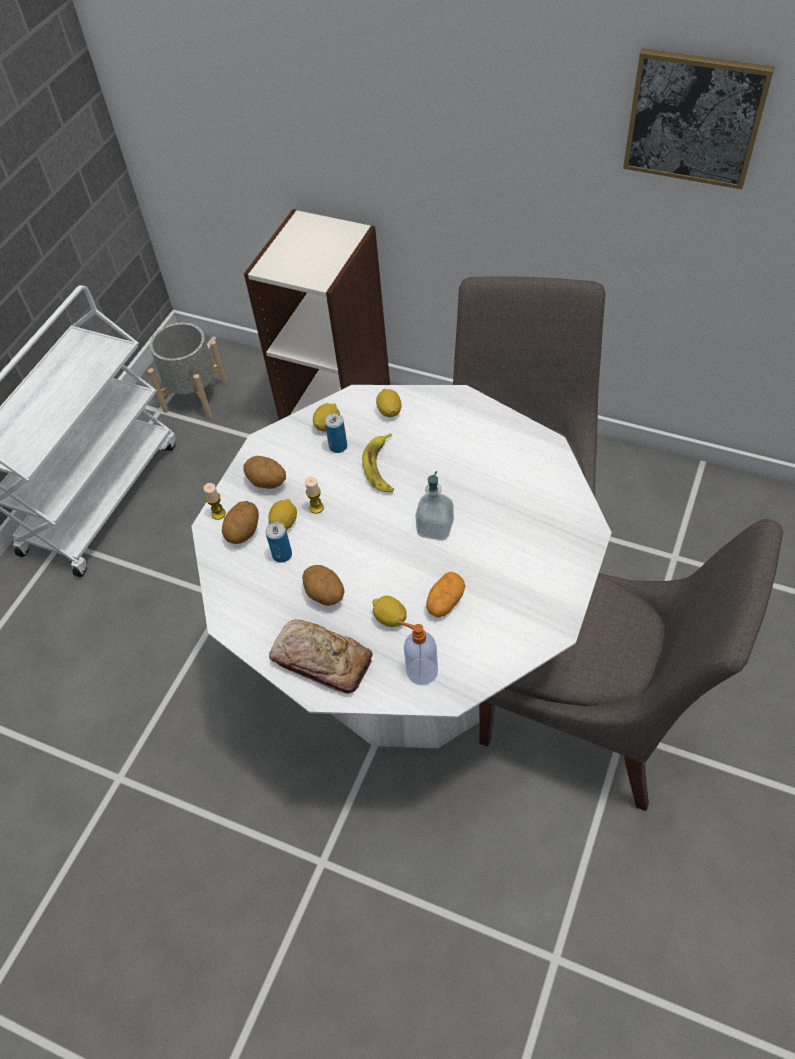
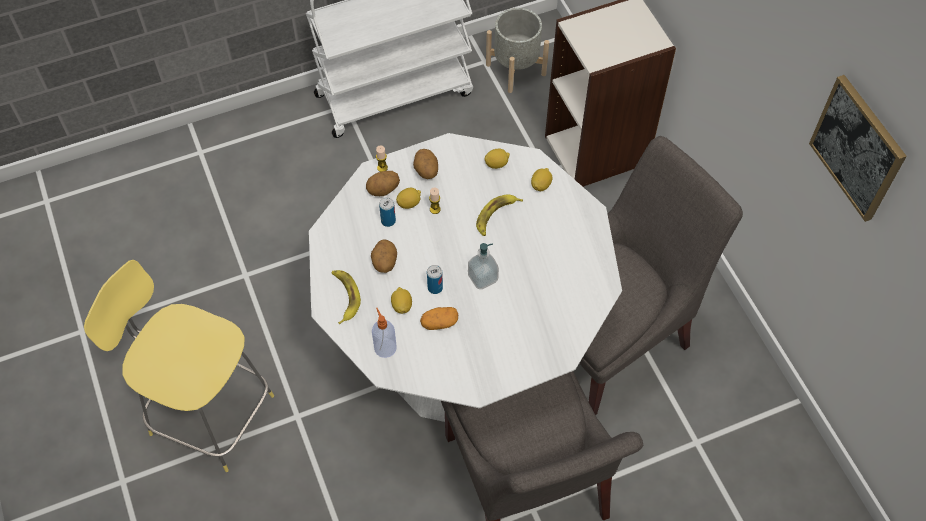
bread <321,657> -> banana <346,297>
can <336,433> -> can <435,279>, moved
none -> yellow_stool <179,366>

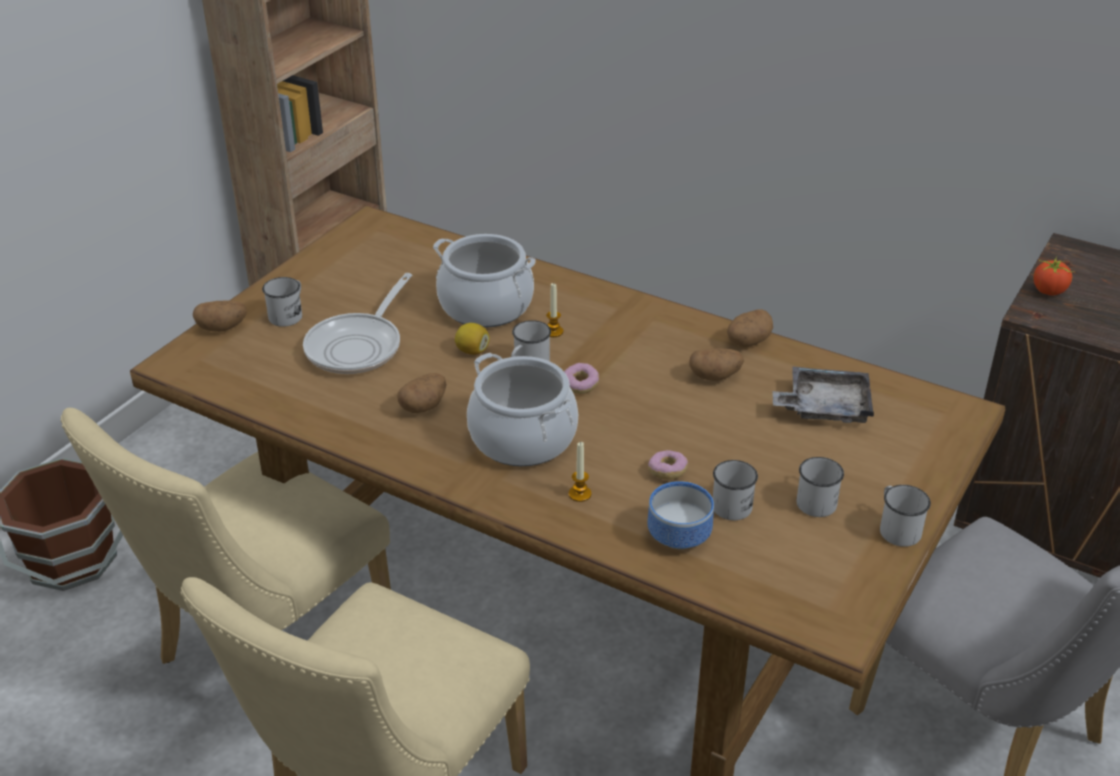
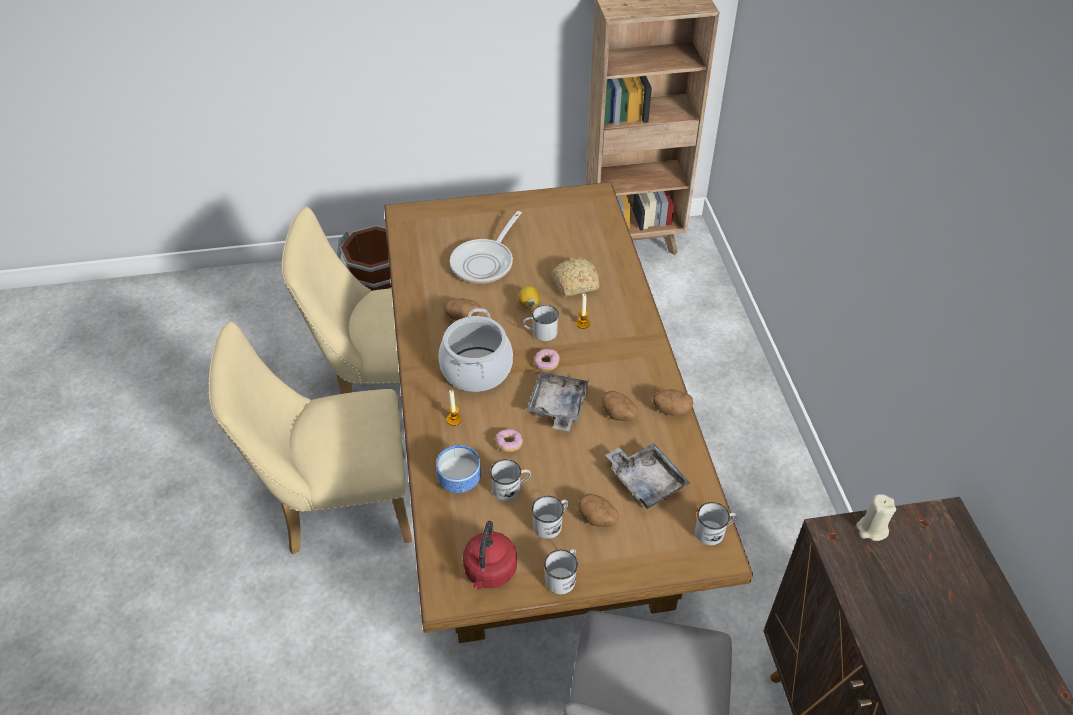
potato <220,316> -> potato <598,510>, moved
white_mug <282,302> -> white_mug <716,523>, moved
frying_pan <357,323> -> frying_pan <486,247>, 45 degrees counterclockwise
cooking_pot <484,281> -> bread <576,277>
tomato <1054,275> -> beige_candle <876,517>
none -> red_kettle <490,555>
none -> grey_tray <558,402>

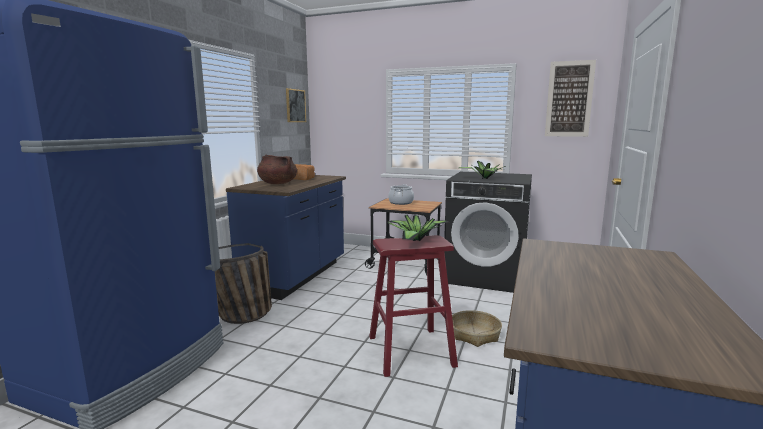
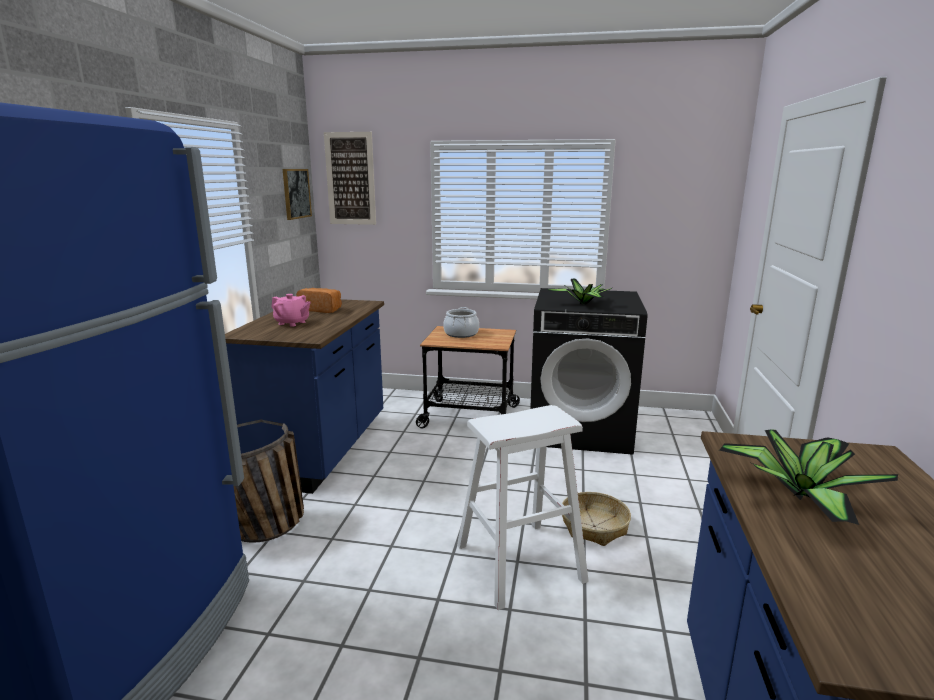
brown_cooking_pot <277,169> -> pink_teapot <291,310>
red_stool <413,306> -> white_stool <523,507>
potted_plant <418,228> -> potted_plant <809,477>, moved
picture <570,98> -> picture <350,178>, moved

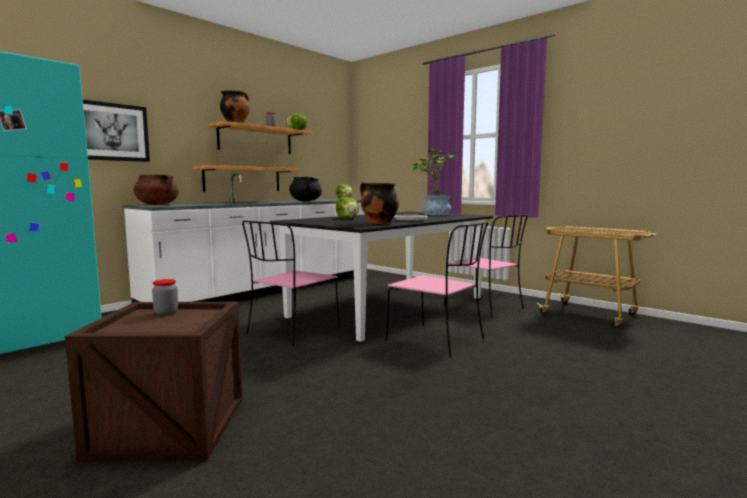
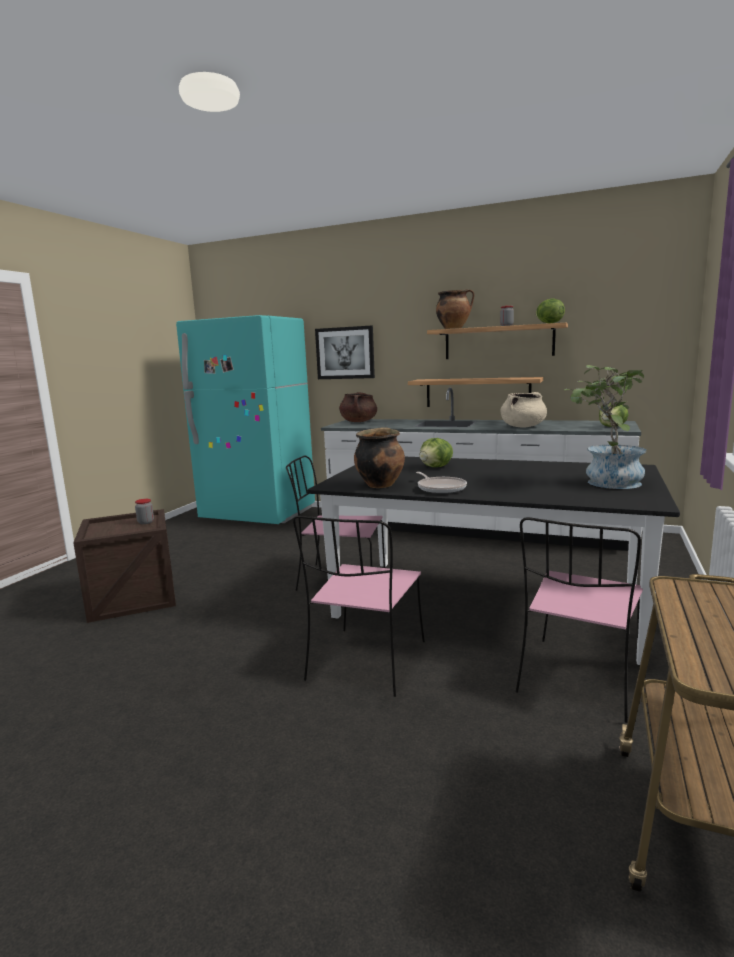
black_cooking_pot <305,189> -> beige_cooking_pot <523,409>

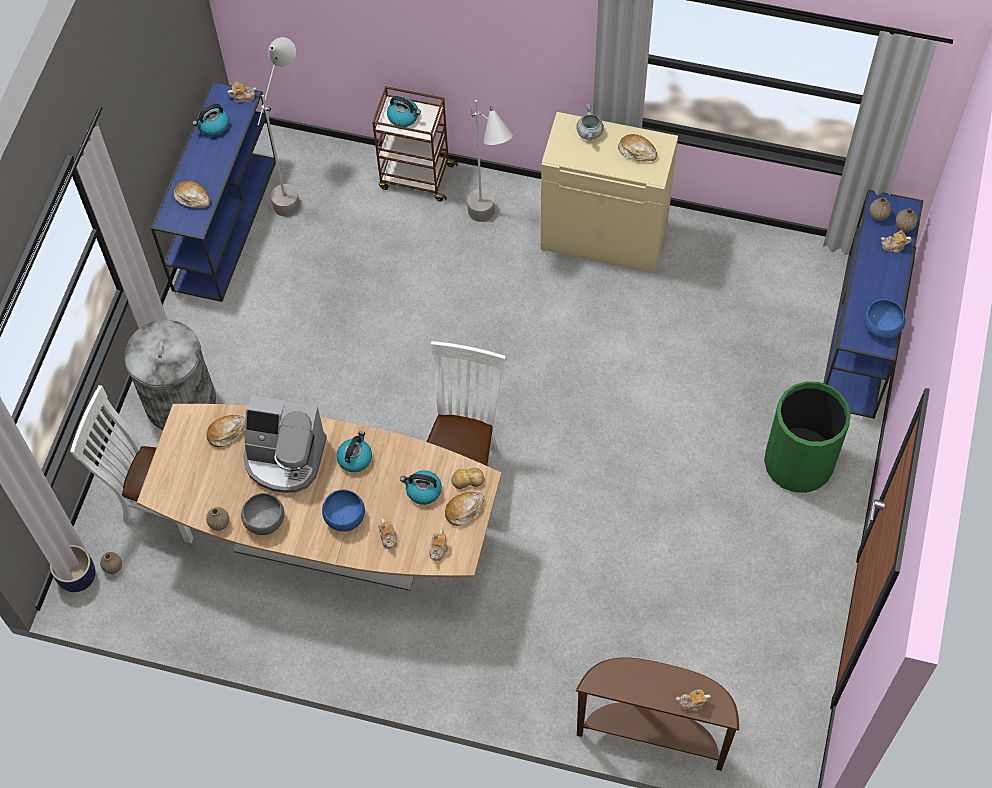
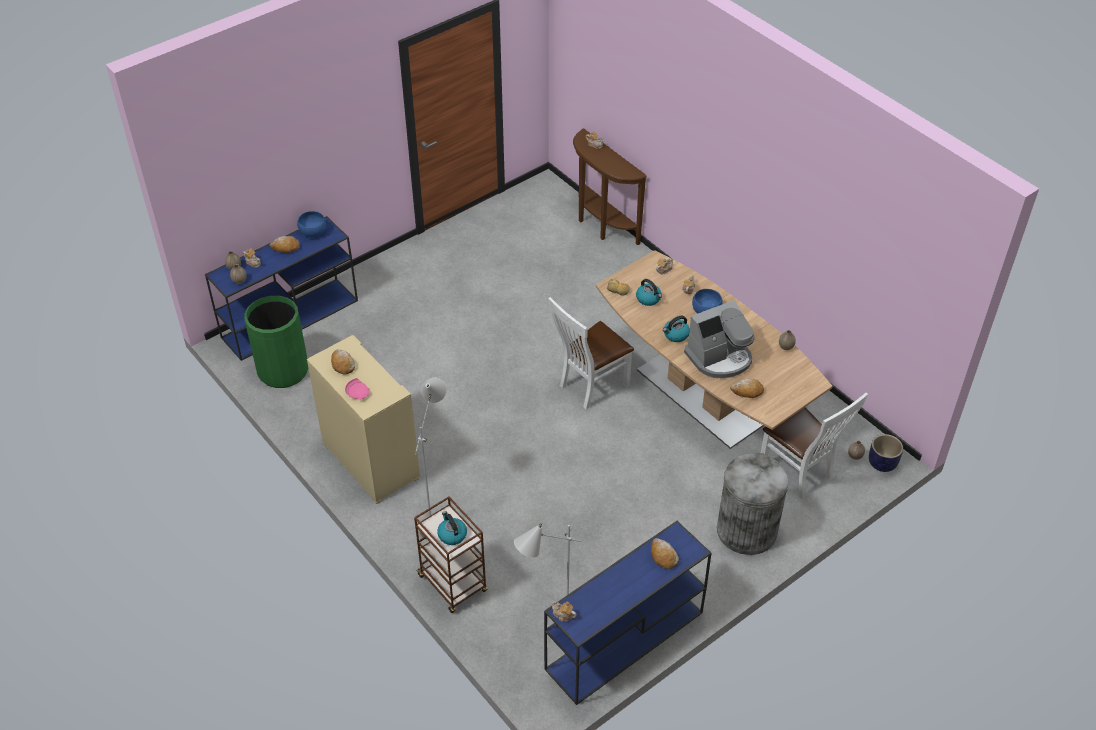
kettle <210,120> -> none
grey_bowl <263,514> -> none
coffee_machine <285,444> -> coffee_machine <719,339>, 105 degrees clockwise
bread <464,509> -> bread <285,244>, moved
grey_cooking_pot <590,122> -> pink_plate <357,389>
green_trash_can <807,437> -> green_trash_can <276,342>, moved

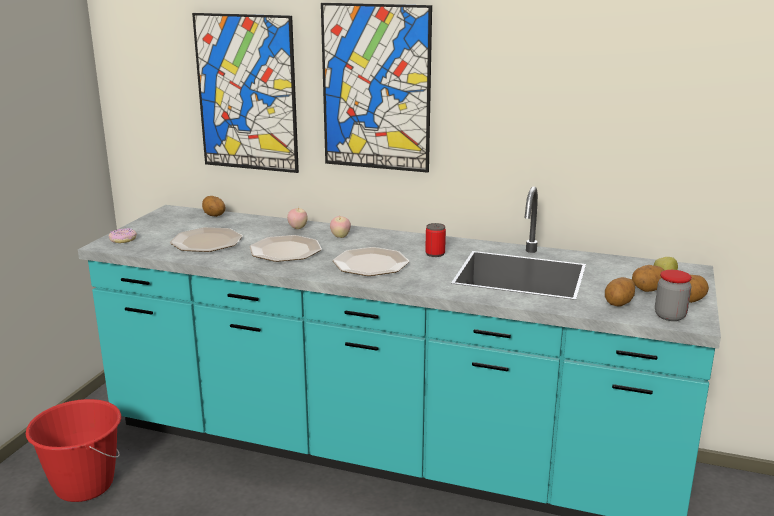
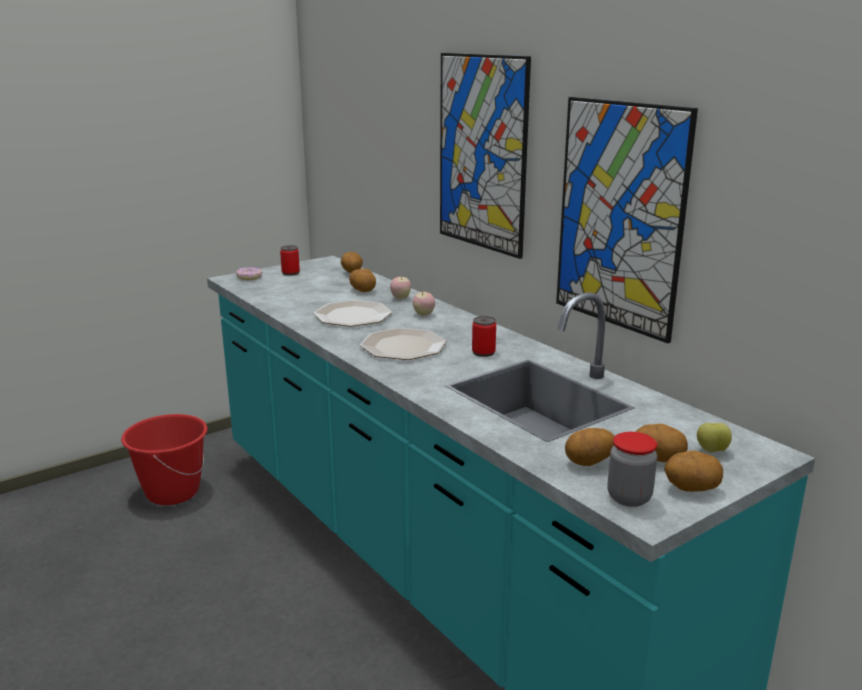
plate <206,239> -> none
picture <245,93> -> picture <627,220>, moved
none -> can <290,260>
none -> potato <362,280>

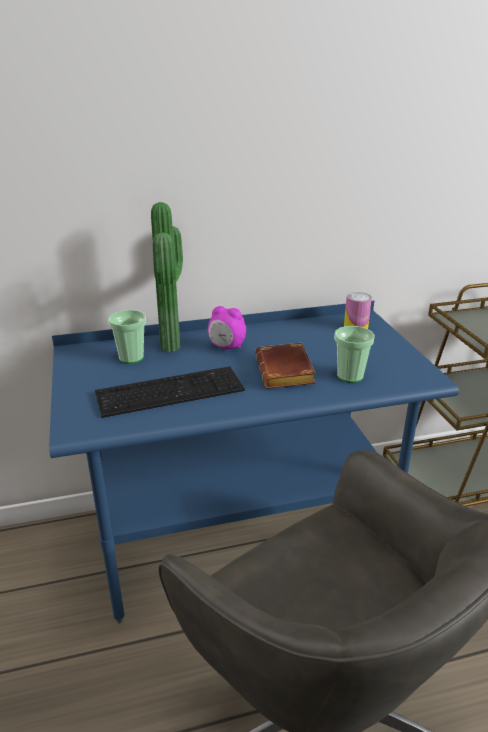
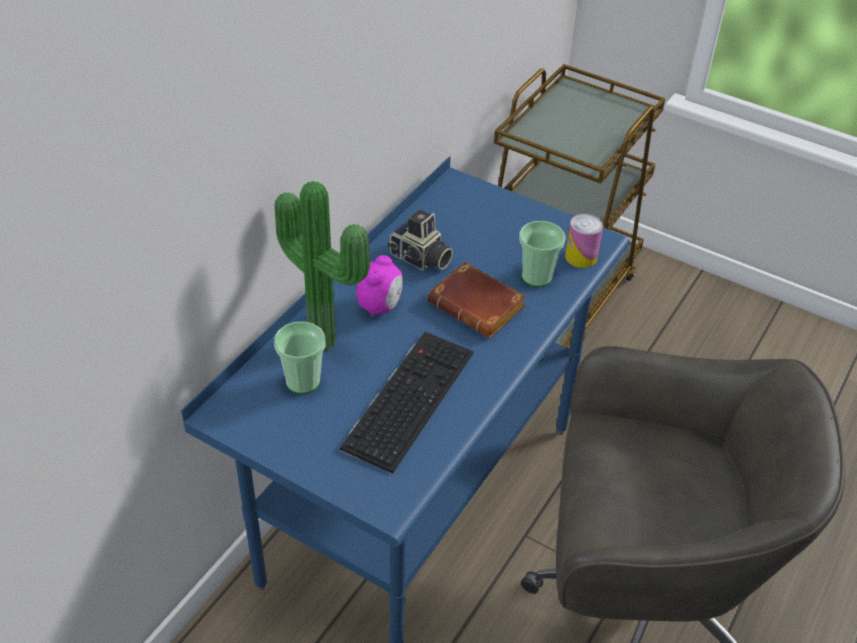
alarm_clock <227,328> -> alarm_clock <379,286>, 45 degrees counterclockwise
can <358,310> -> can <584,241>, moved
none -> photo_camera <420,240>

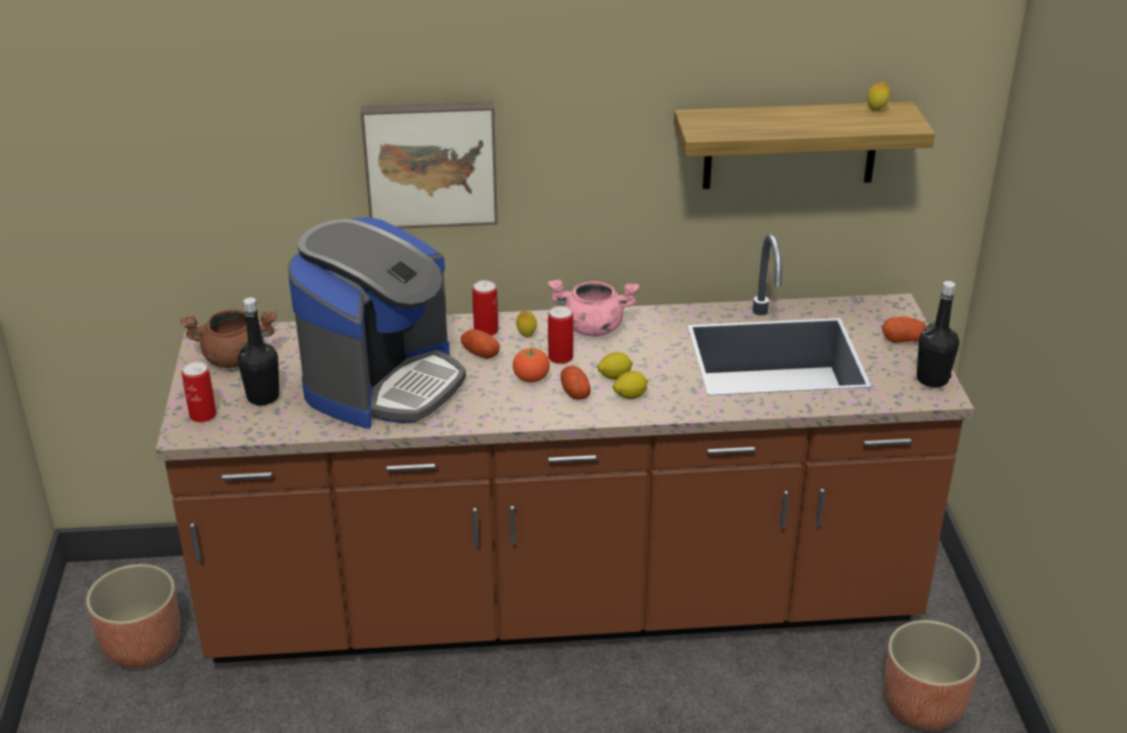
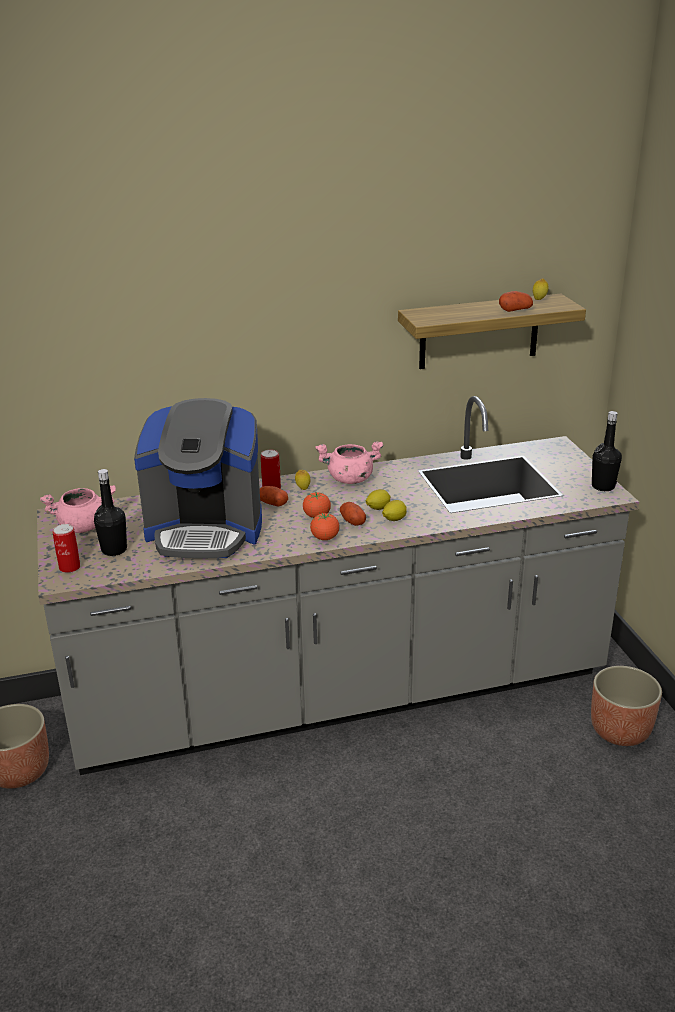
brown_counter <565,448> -> grey_counter <338,585>
brown_cooking_pot <228,339> -> pink_cooking_pot <78,509>
coffee_machine <377,323> -> coffee_machine <198,478>, 75 degrees clockwise
picture <429,165> -> none
can <561,335> -> none
potato <904,329> -> potato <516,301>, moved
none -> tomato <325,526>

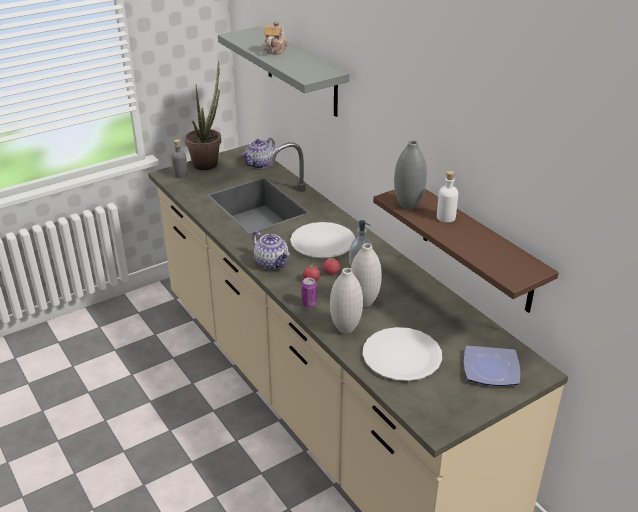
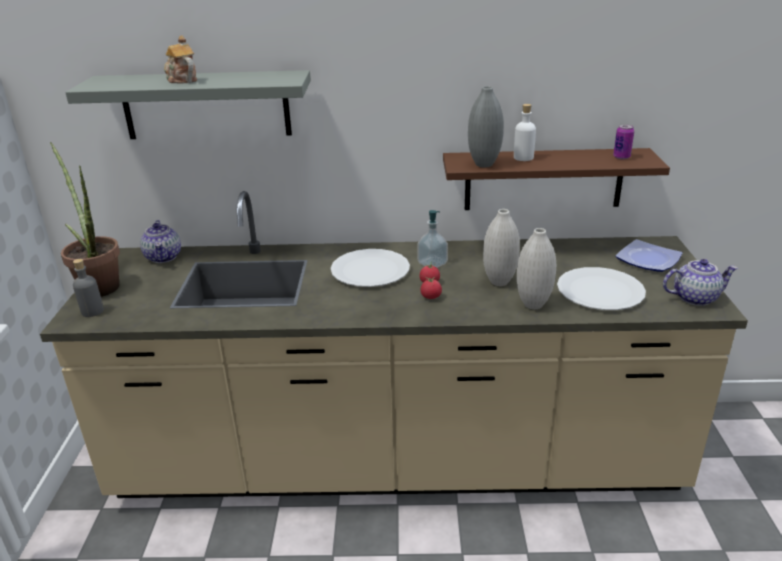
teapot <271,250> -> teapot <700,282>, moved
can <309,292> -> can <623,141>, moved

